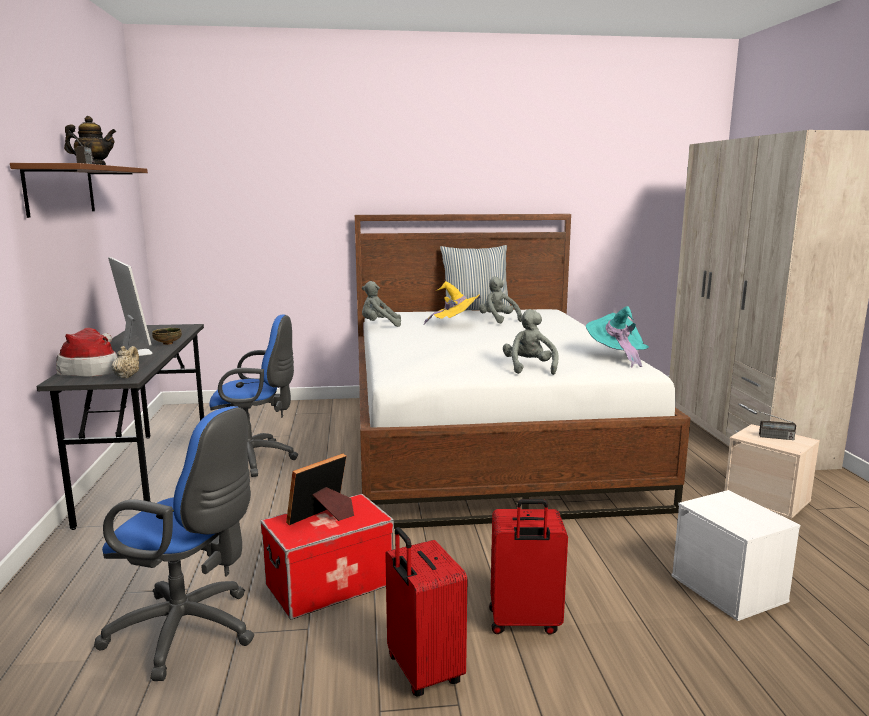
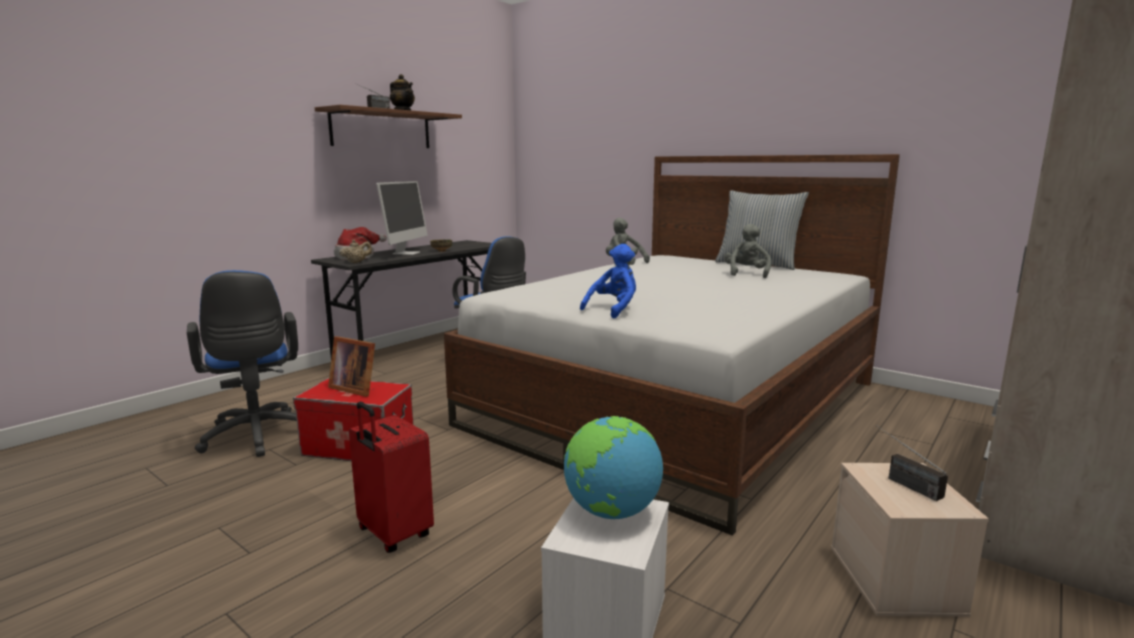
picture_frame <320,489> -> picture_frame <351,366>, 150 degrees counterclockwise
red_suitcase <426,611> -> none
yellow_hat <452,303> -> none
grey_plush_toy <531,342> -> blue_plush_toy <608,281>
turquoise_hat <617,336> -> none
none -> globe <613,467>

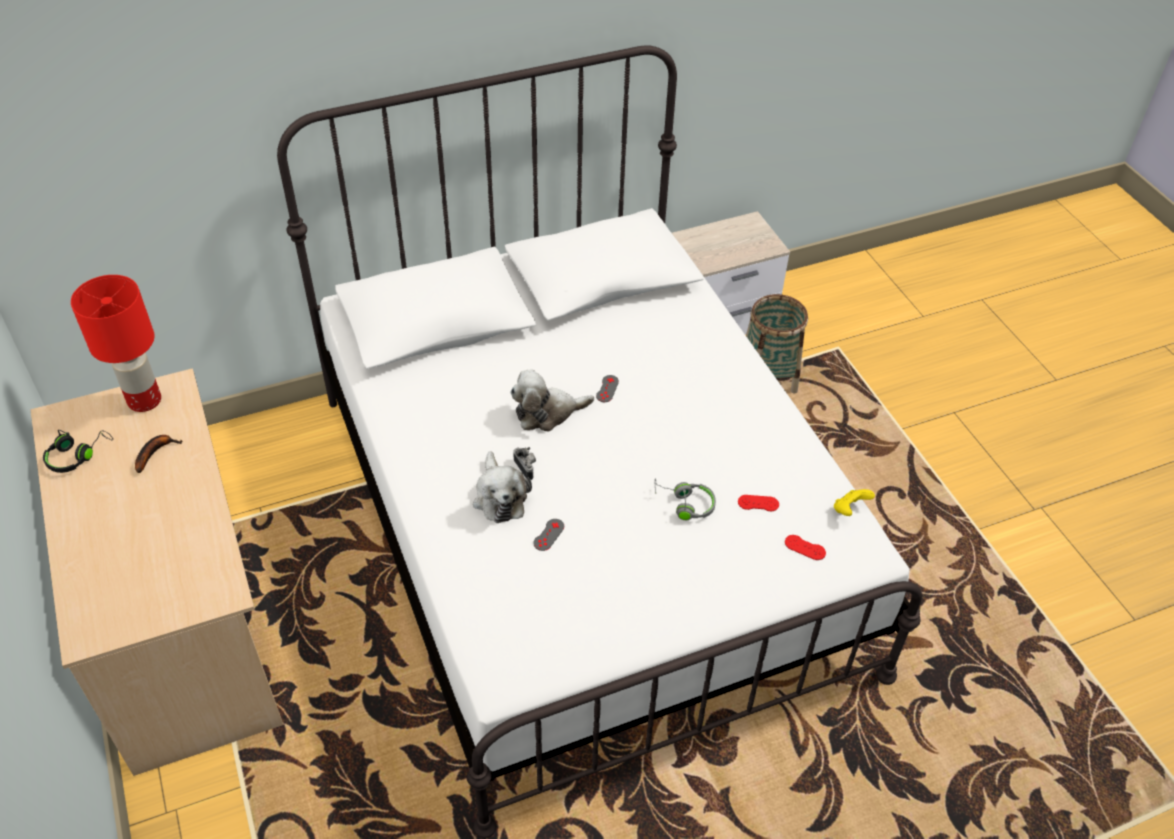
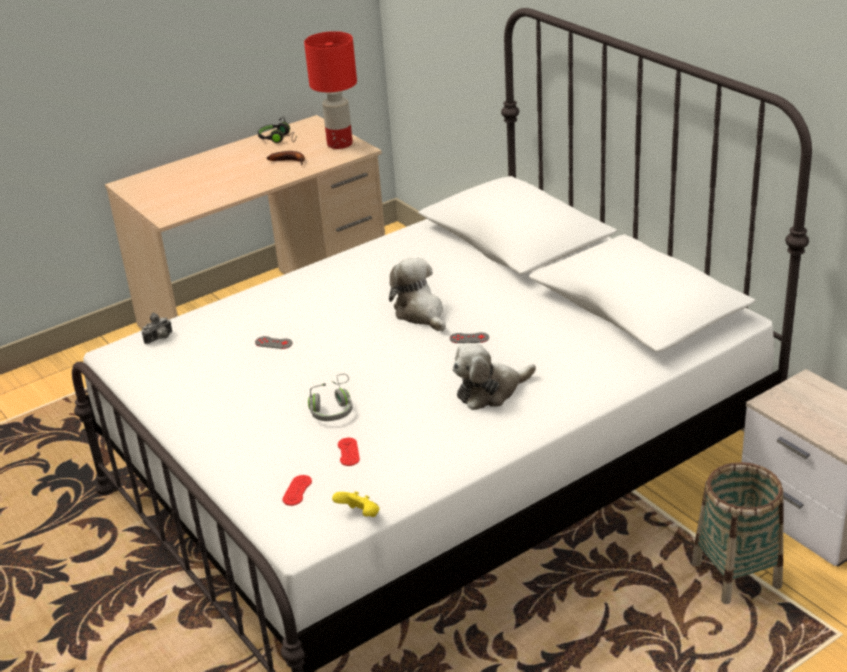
plush_toy <502,487> -> plush_toy <494,376>, moved
photo_camera <524,463> -> photo_camera <156,328>, moved

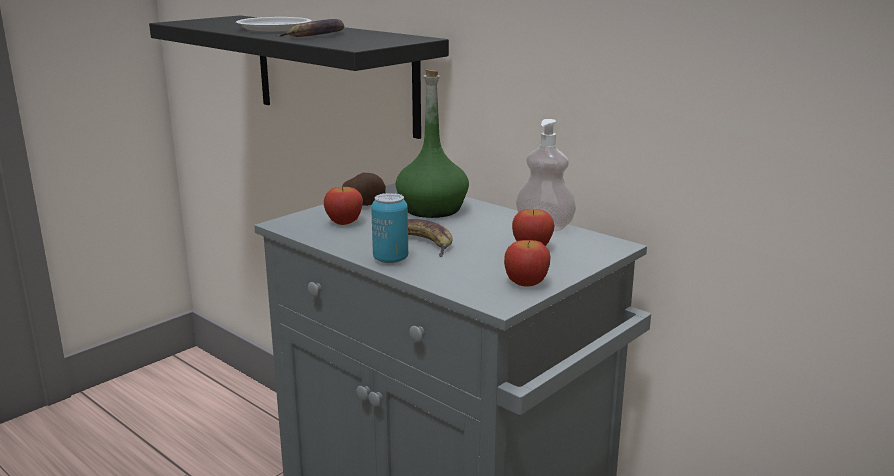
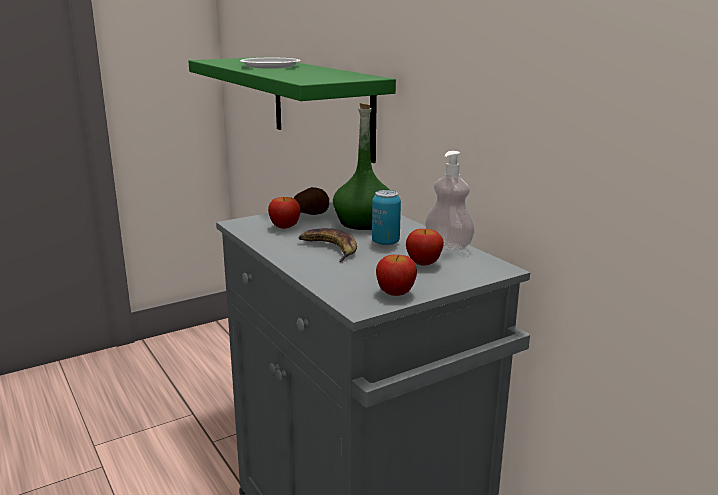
black_shelf <299,77> -> green_shelf <292,110>
banana <310,28> -> none
can <389,228> -> can <386,217>, moved

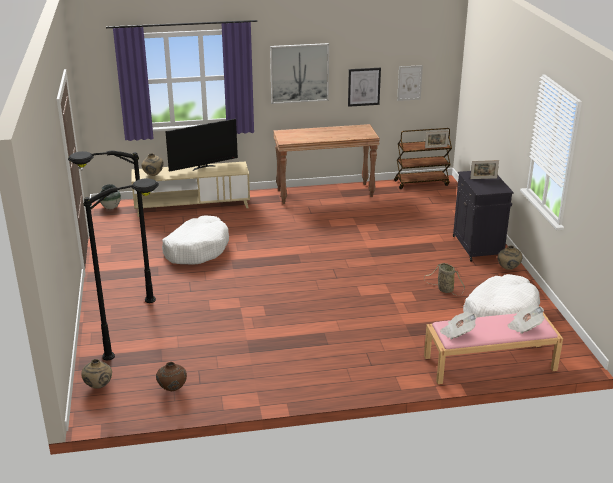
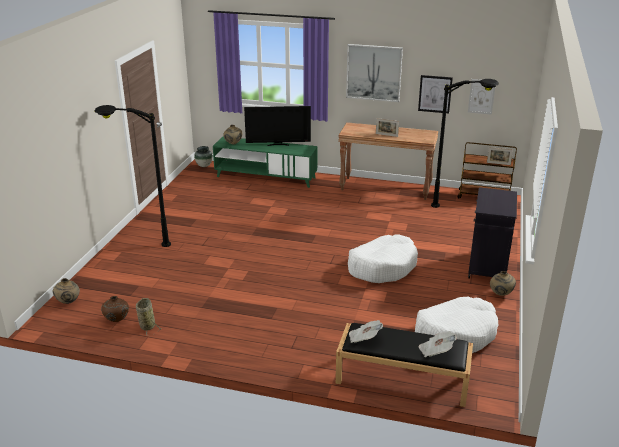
black_floor_lamp <121,269> -> black_floor_lamp <465,143>, moved
beige_tv_stand <190,189> -> green_tv_stand <265,162>
white_dog_bed <195,240> -> white_dog_bed <383,258>, moved
basket <444,279> -> basket <148,317>, moved
pink_bench <493,348> -> black_bench <404,365>
picture_frame <484,169> -> picture_frame <387,127>, moved

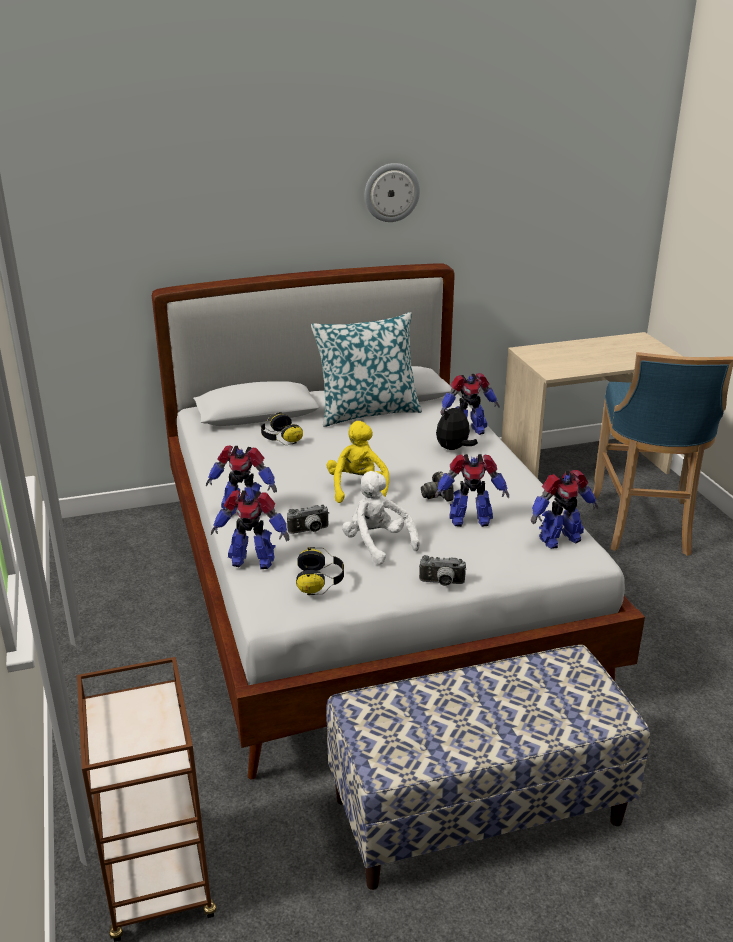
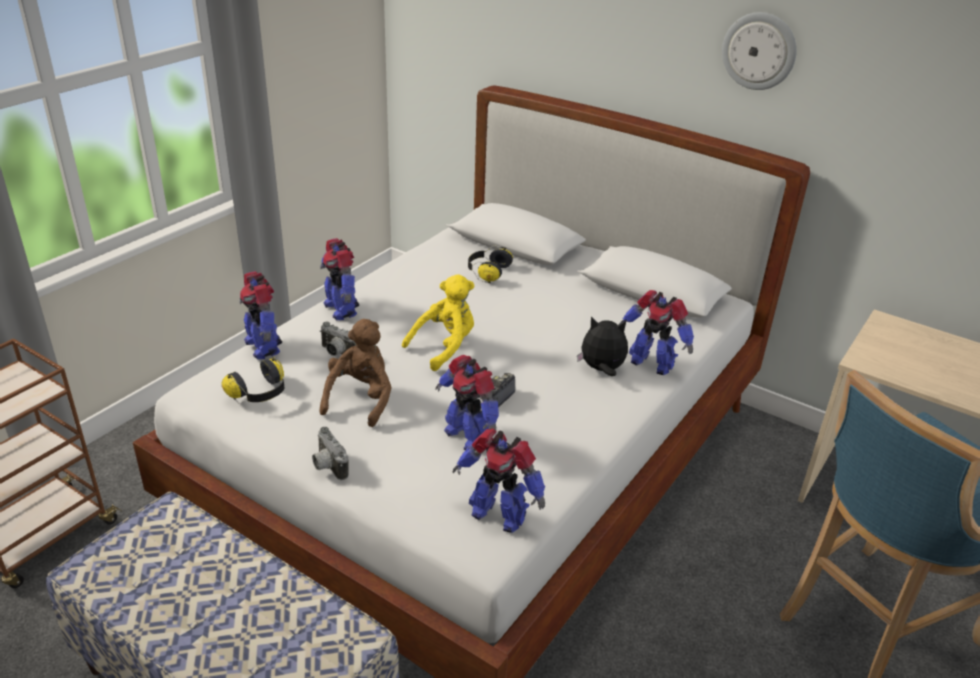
pillow <366,369> -> none
white_plush_toy <381,518> -> brown_plush_toy <355,373>

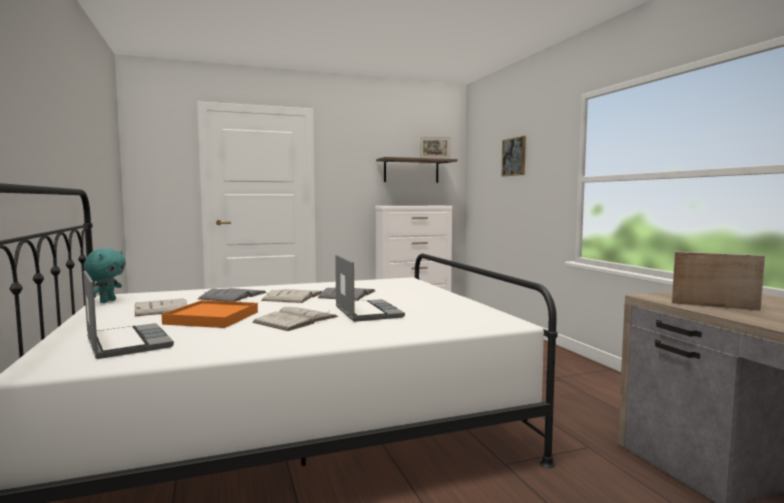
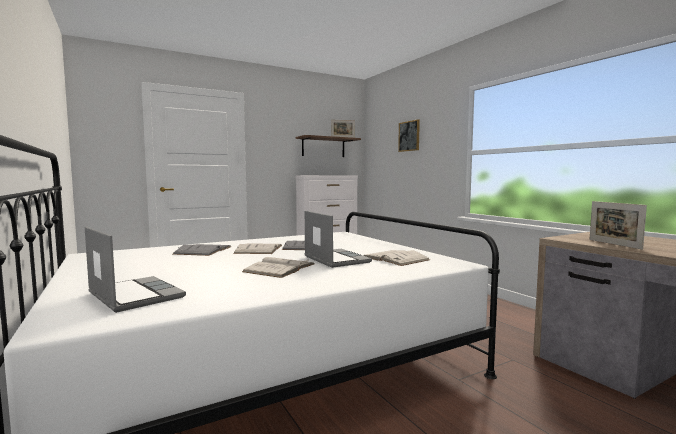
turquoise_plush_toy <105,276> -> none
white_book <161,307> -> white_book <397,258>, moved
orange_tray <210,314> -> none
picture_frame <718,281> -> picture_frame <618,225>, 120 degrees counterclockwise

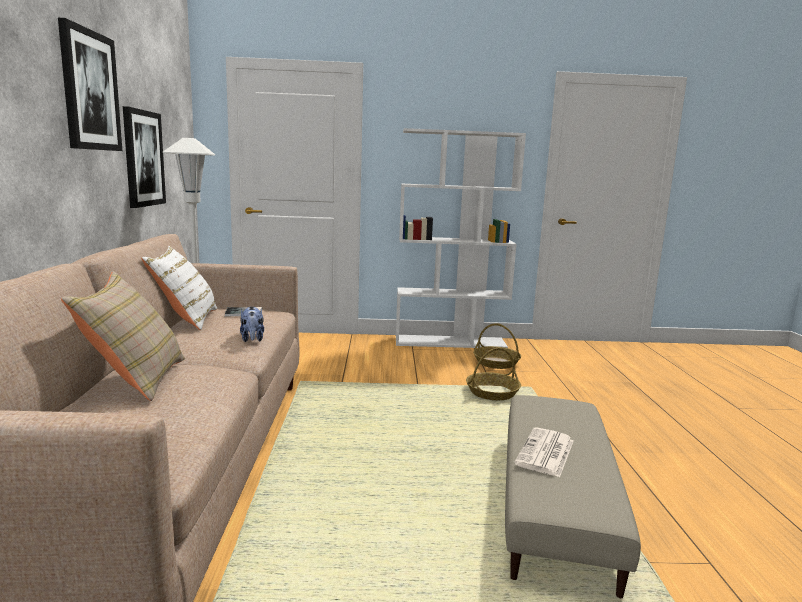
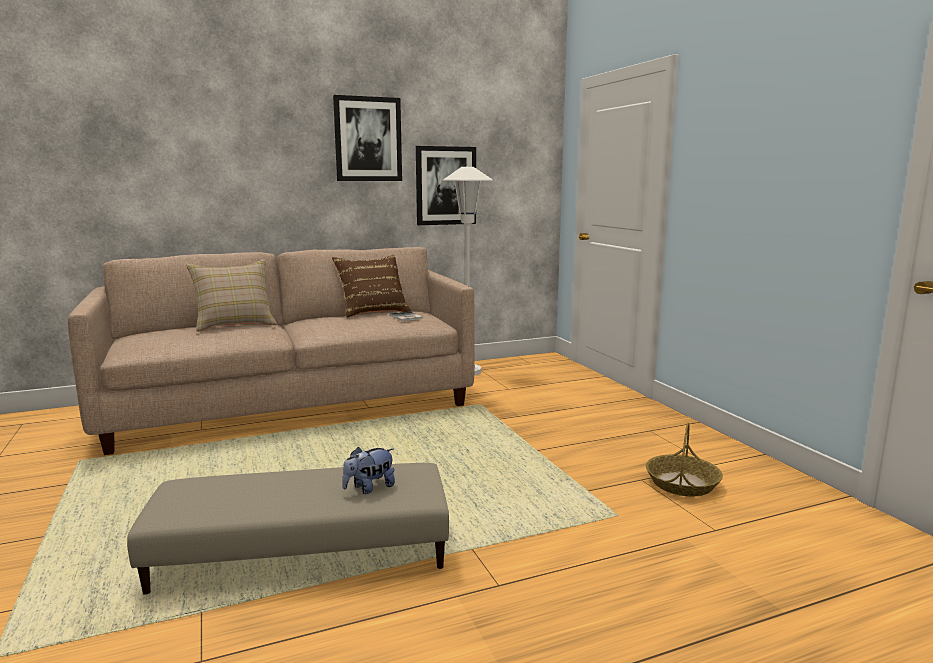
white_pillow <179,288> -> brown_pillow <372,286>
plush_toy <252,324> -> plush_toy <368,470>, moved
white_bookcase <461,238> -> none
basket <493,374> -> none
newspaper <544,452> -> none

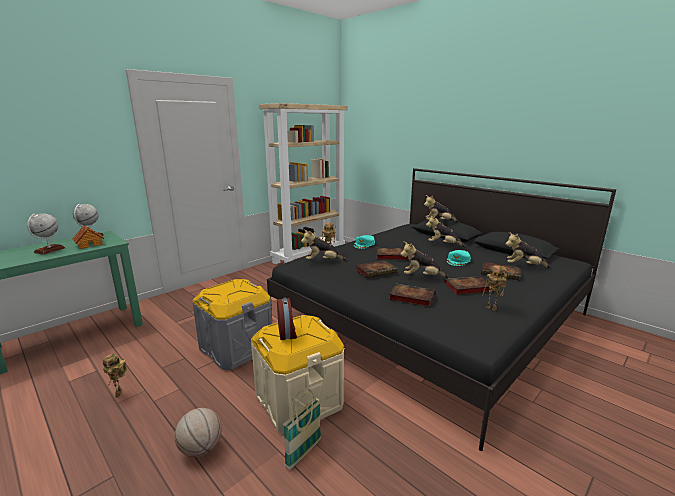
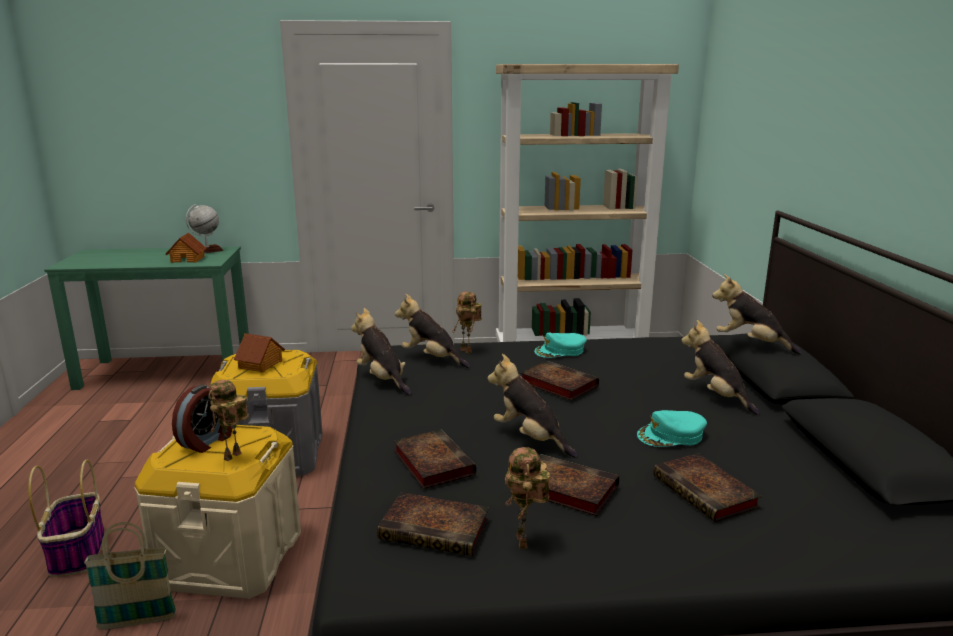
globe <46,234> -> none
toy_robot <115,376> -> toy_robot <229,420>, moved
basketball <198,432> -> basket <66,518>
book <376,269> -> book <433,524>, moved
plush_toy <528,250> -> plush_toy <381,351>, moved
none -> toy_house <259,352>

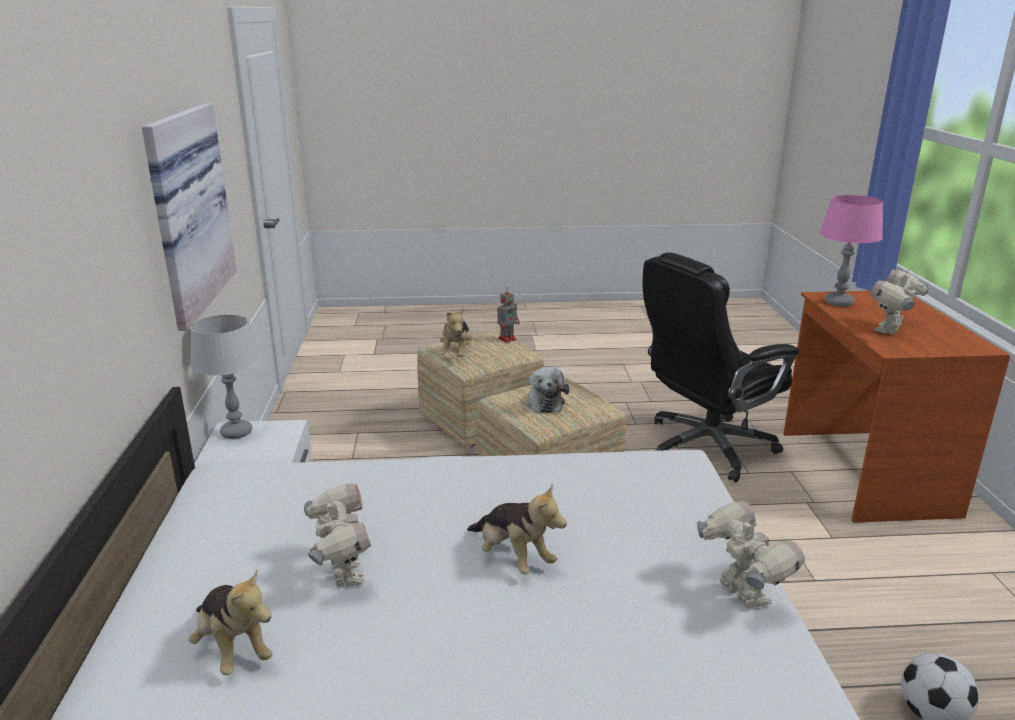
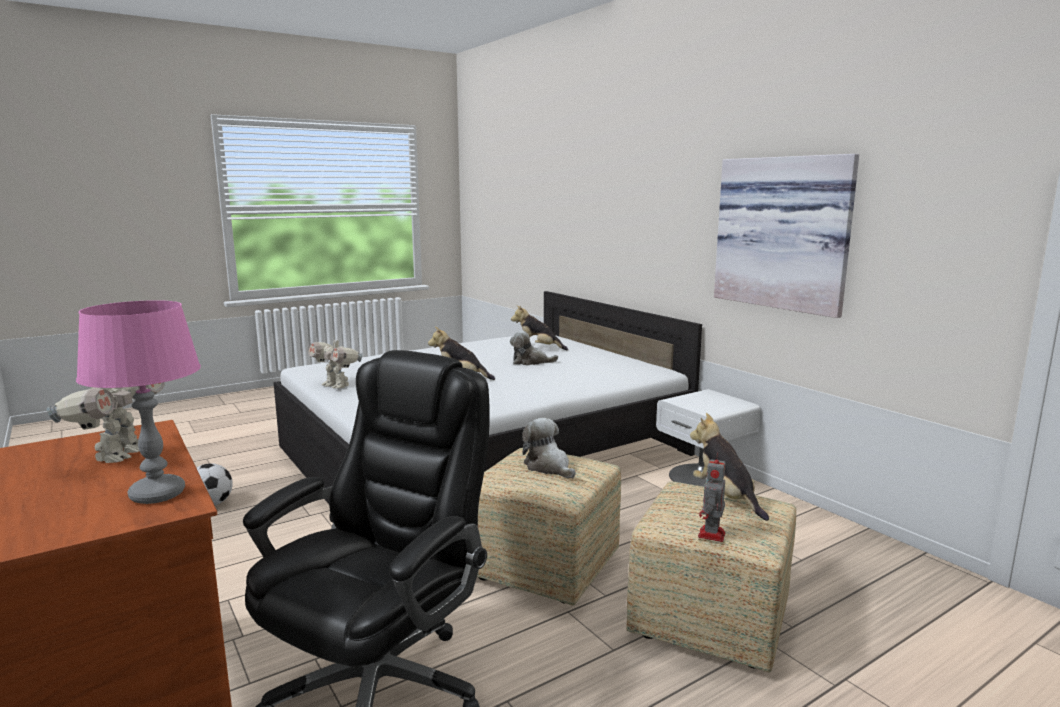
grey_table_lamp <225,376> -> none
toy_robot <337,535> -> plush_toy <534,348>

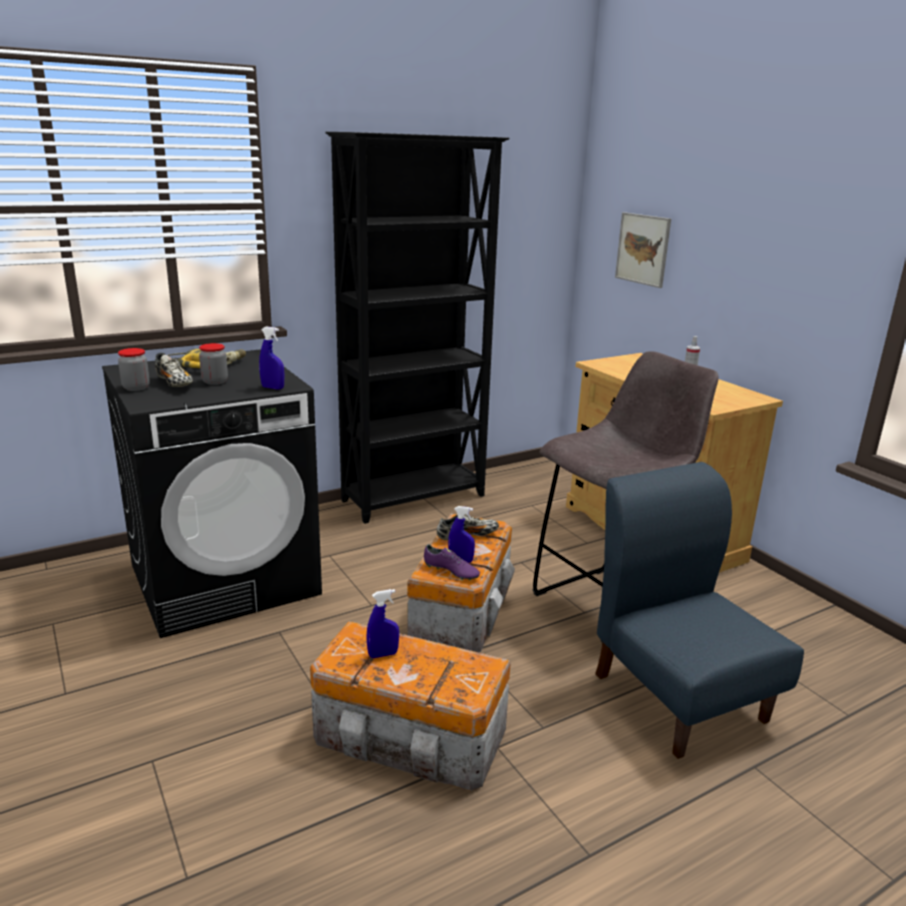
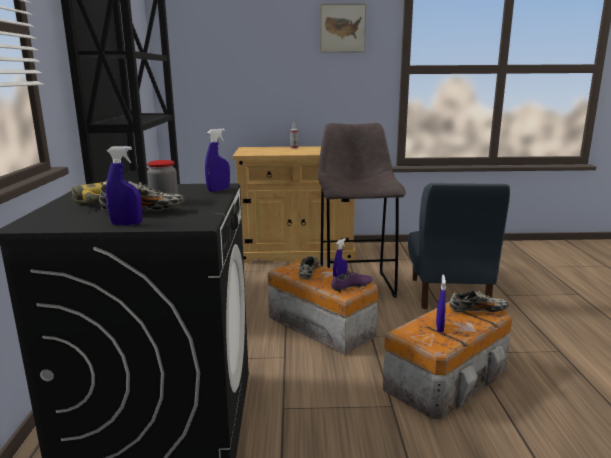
jar <134,369> -> blue_spray_bottle <124,185>
blue_chair <699,610> -> blue_chair <459,246>, 90 degrees counterclockwise
picture <643,250> -> picture <343,28>, moved
none -> shoe <479,301>

